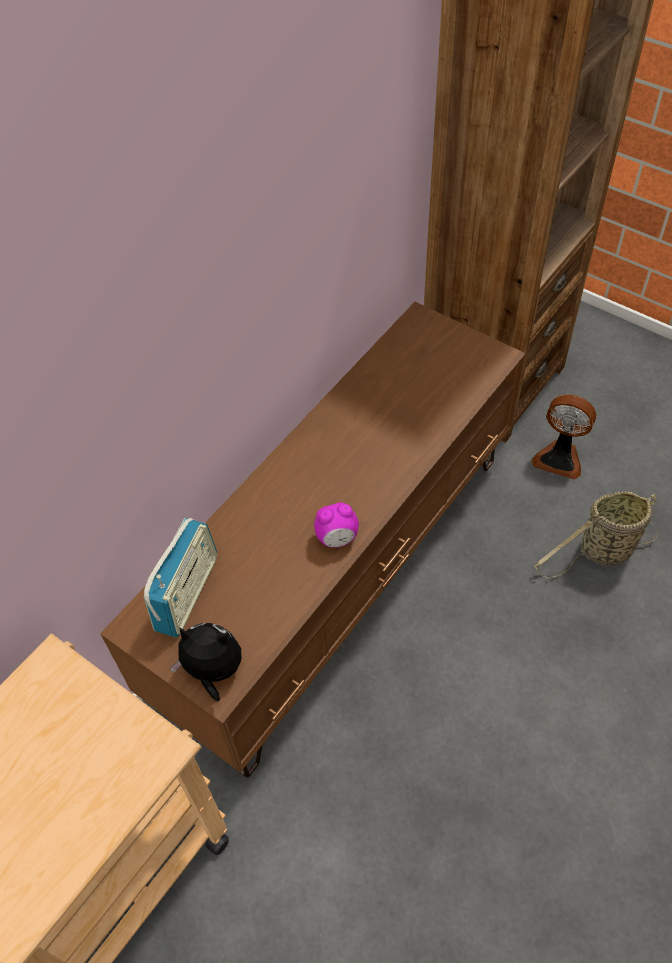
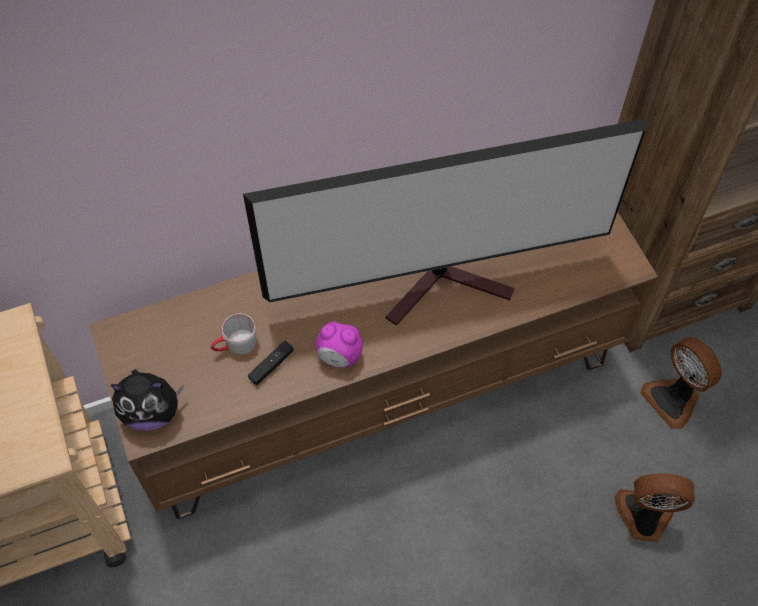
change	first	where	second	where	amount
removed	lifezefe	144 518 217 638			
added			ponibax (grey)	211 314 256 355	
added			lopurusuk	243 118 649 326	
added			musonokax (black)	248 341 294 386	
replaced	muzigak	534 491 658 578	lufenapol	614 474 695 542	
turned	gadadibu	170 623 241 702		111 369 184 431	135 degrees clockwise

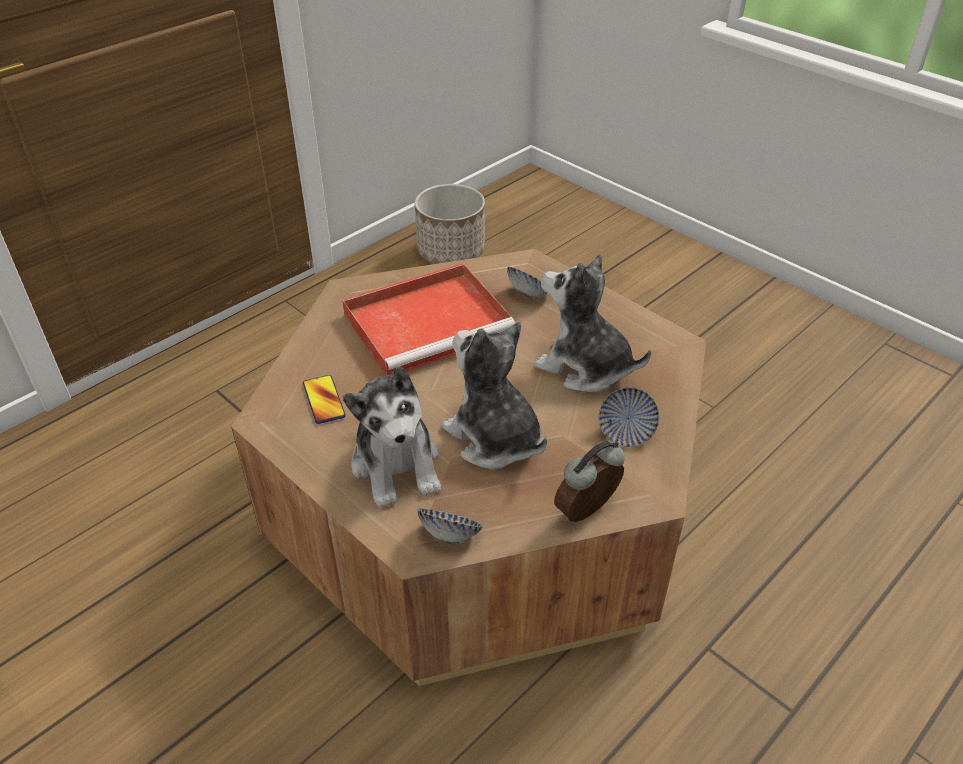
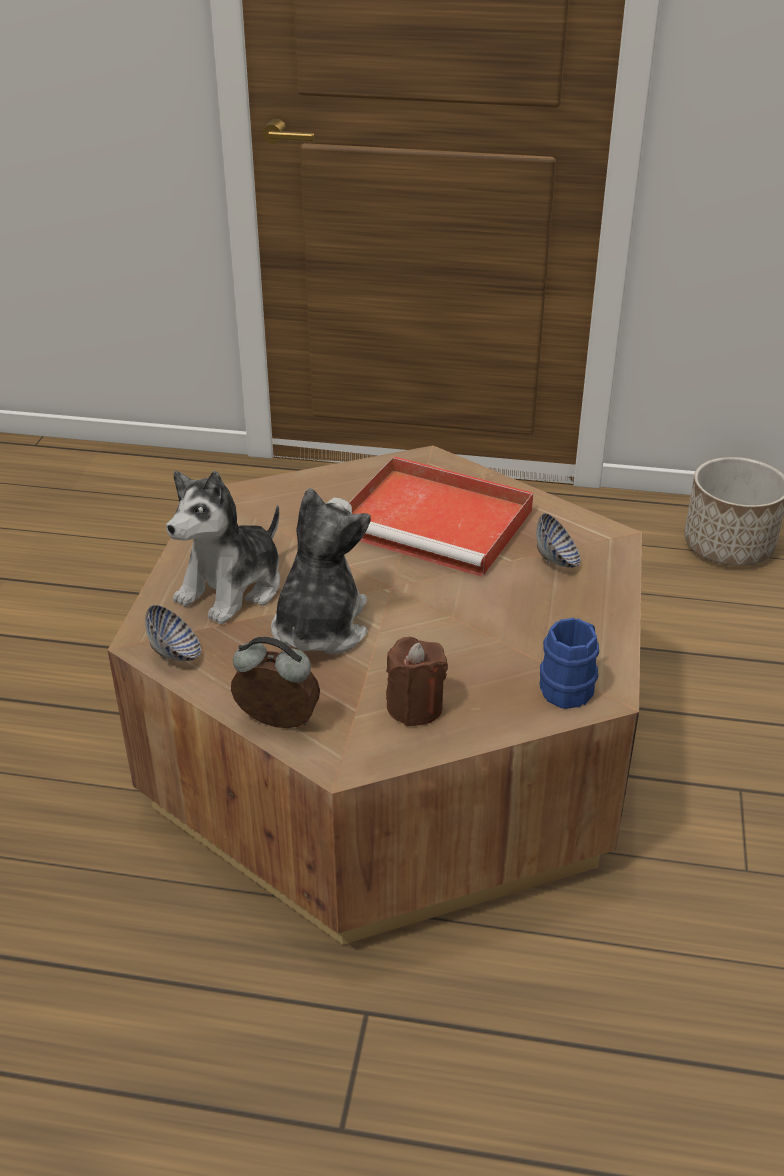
change	first	where	second	where	amount
removed	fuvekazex	303 375 346 424			
removed	gadadibu	534 254 651 393			
added			ponibax (blue)	540 618 599 709	
replaced	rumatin	598 387 659 447	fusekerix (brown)	386 637 448 726	

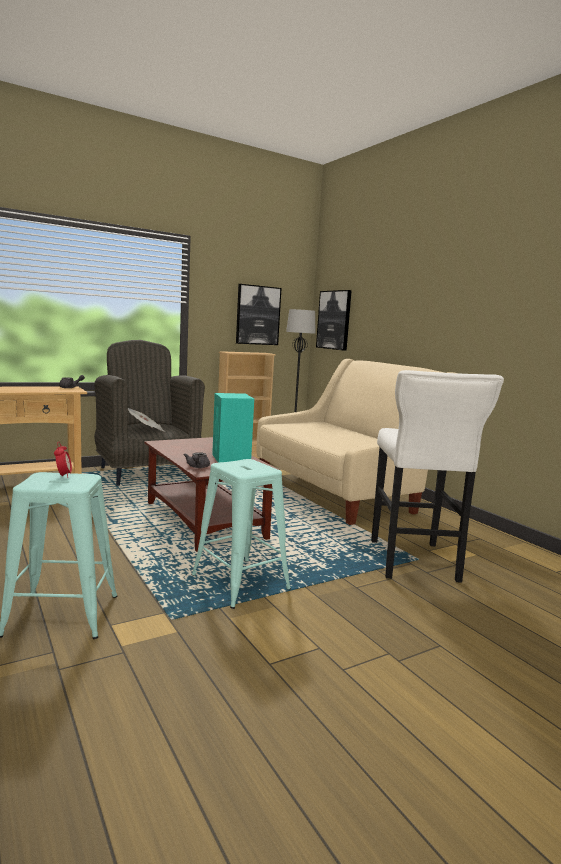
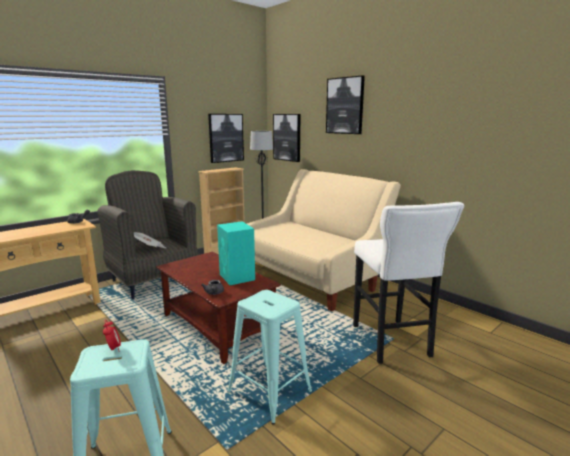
change	first	where	second	where	amount
added			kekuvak	326 75 365 134	

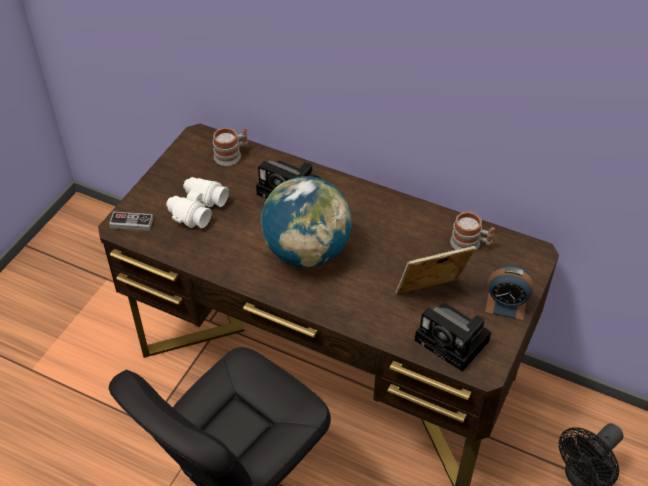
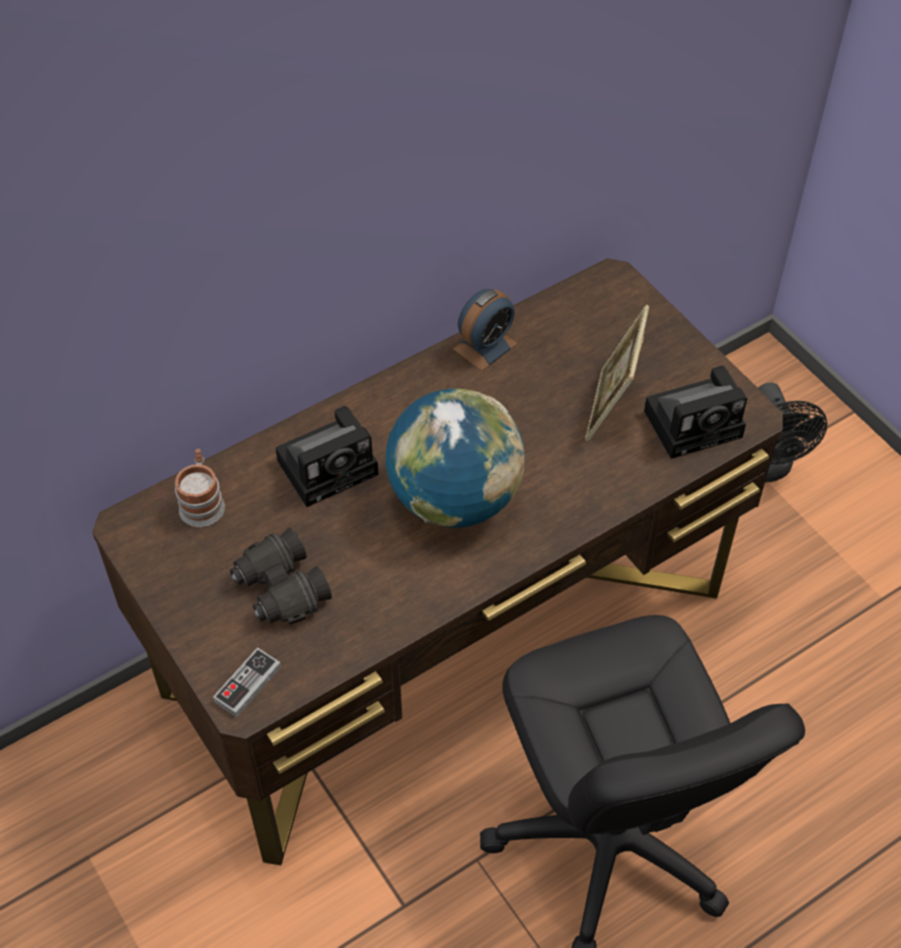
change	first	where	second	where	amount
removed	ponibax	450 212 495 251			
moved	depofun	485 265 534 320		453 289 518 371	
recoloured	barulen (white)	166 177 229 228	barulen (black)	230 528 332 625	

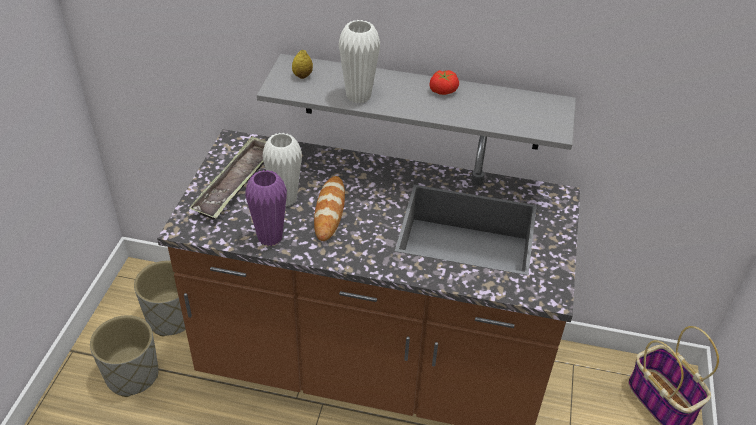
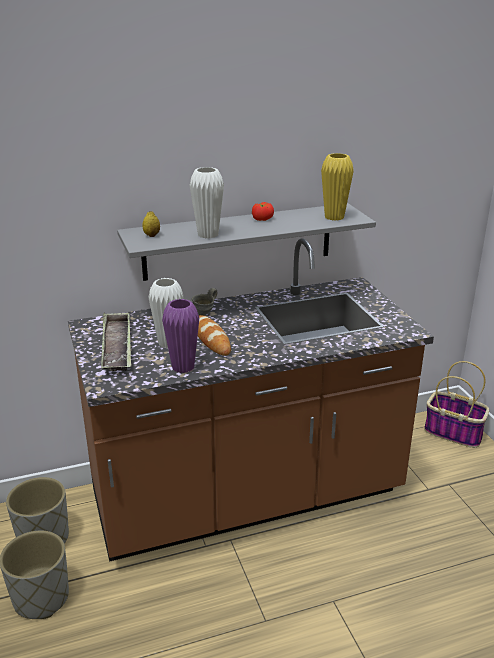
change	first	where	second	where	amount
added			ponibax (grey)	192 288 217 315	
added			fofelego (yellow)	321 153 354 221	

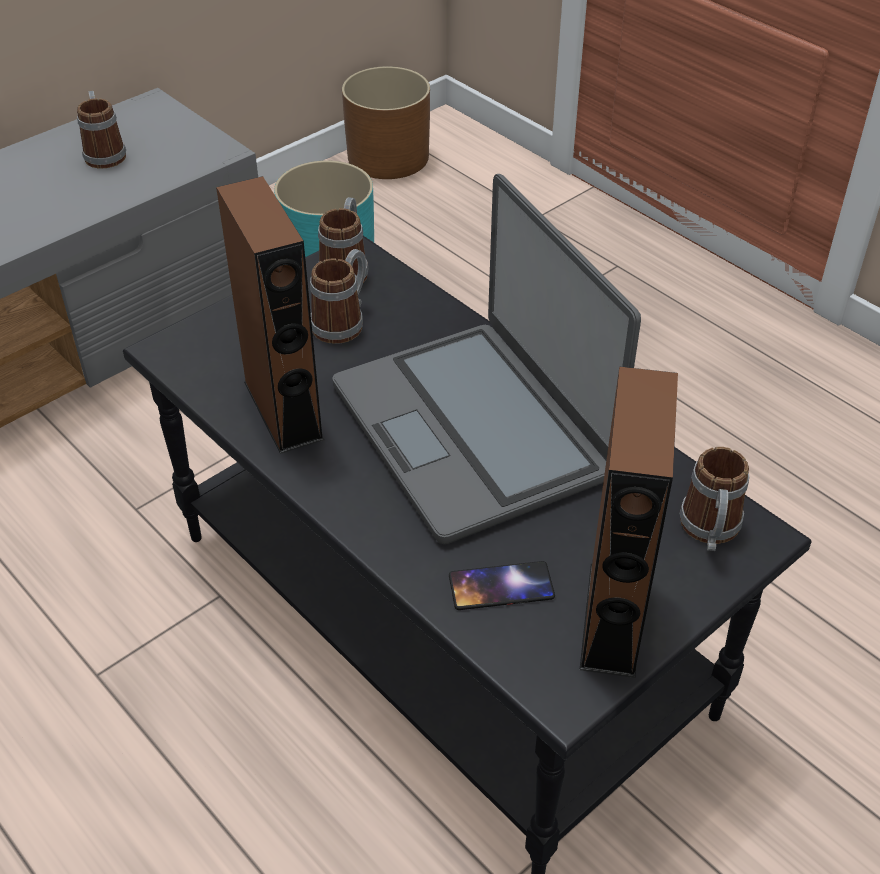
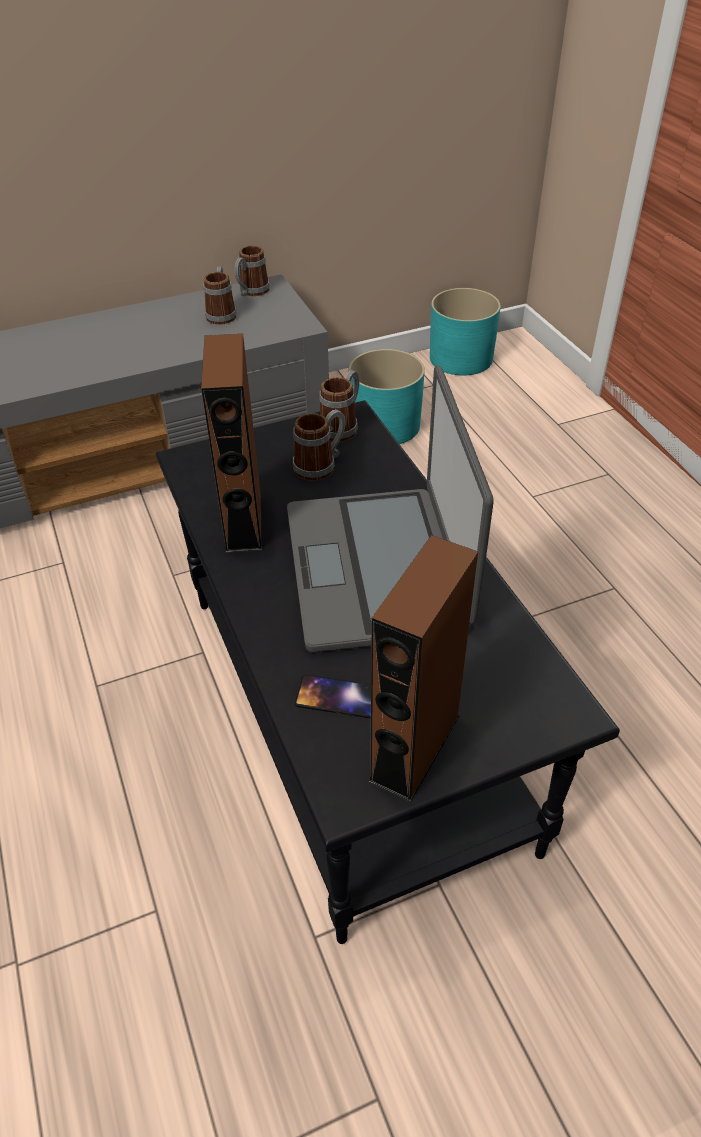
change	first	where	second	where	amount
moved	ponibax	679 447 750 551		235 246 270 297	
recoloured	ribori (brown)	342 66 430 179	ribori (turquoise)	430 288 501 376	

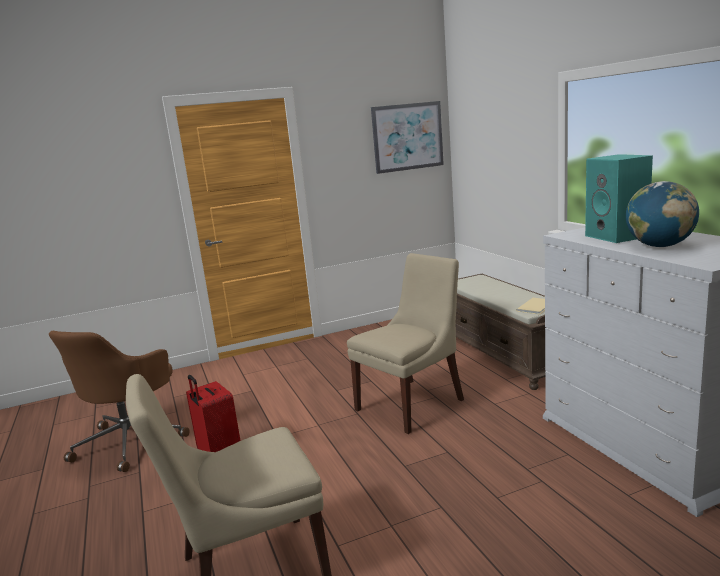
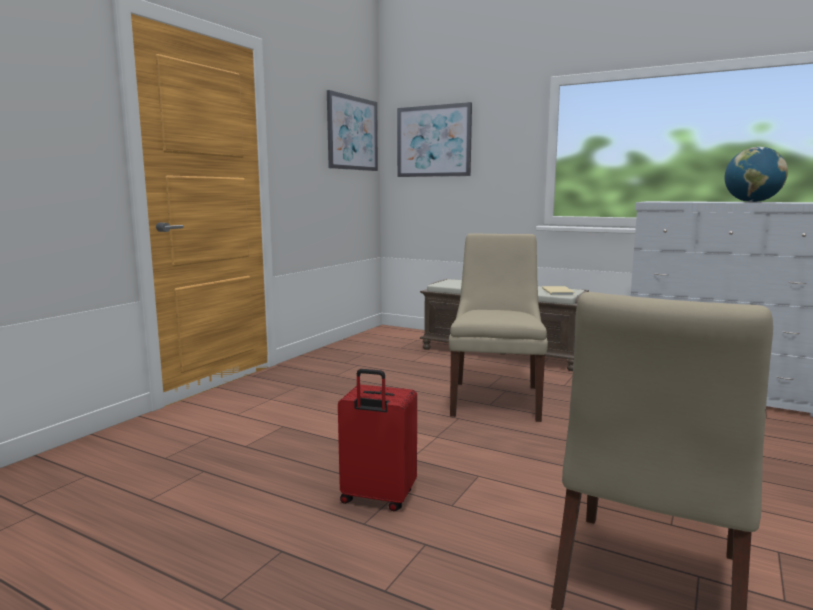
change	first	where	second	where	amount
removed	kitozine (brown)	49 331 190 472			
removed	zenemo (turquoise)	585 154 653 243			
added			kekuvak	397 102 472 177	

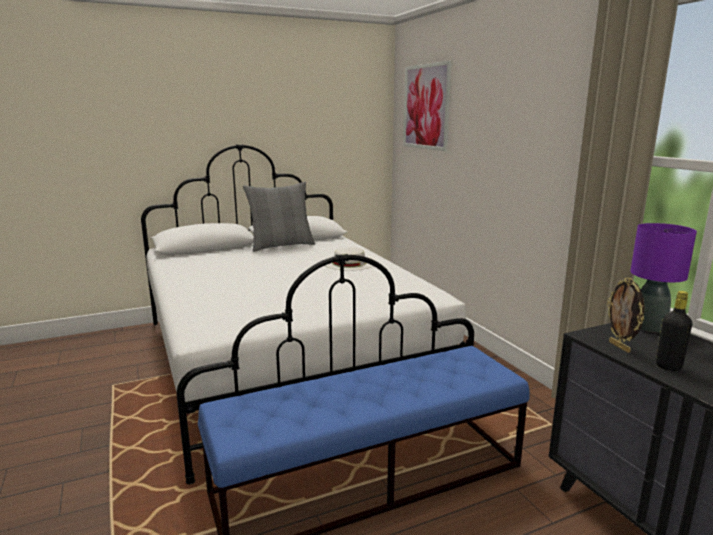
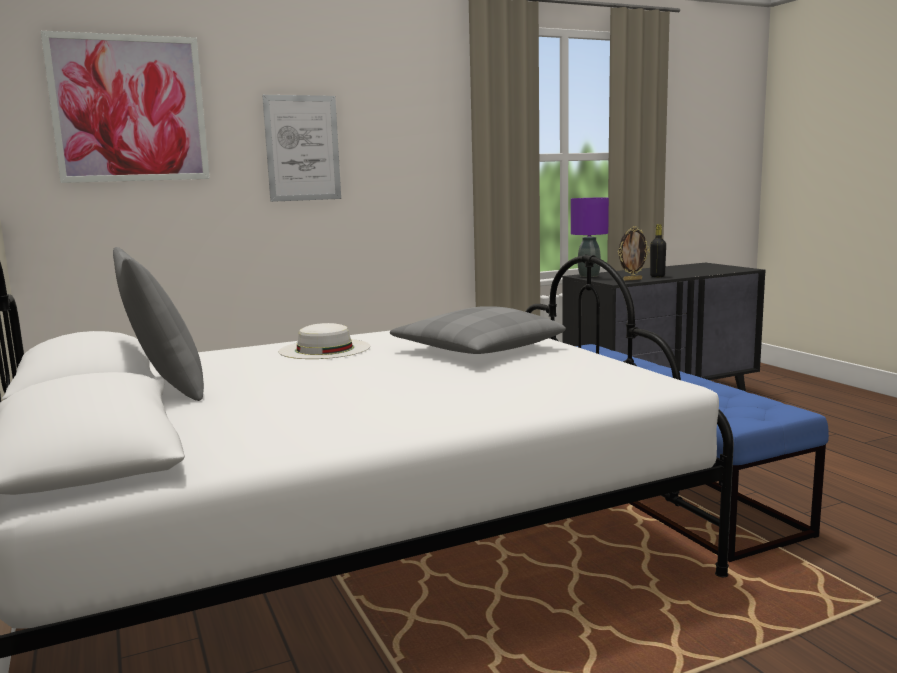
change	first	where	second	where	amount
added			kekuvak	262 95 341 202	
added			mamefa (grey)	390 306 566 354	

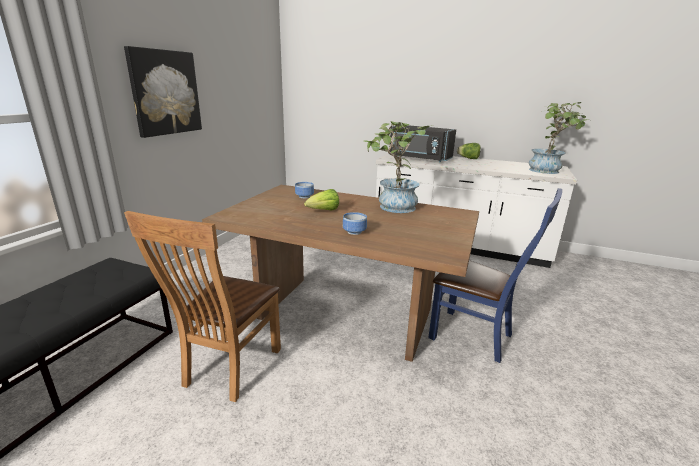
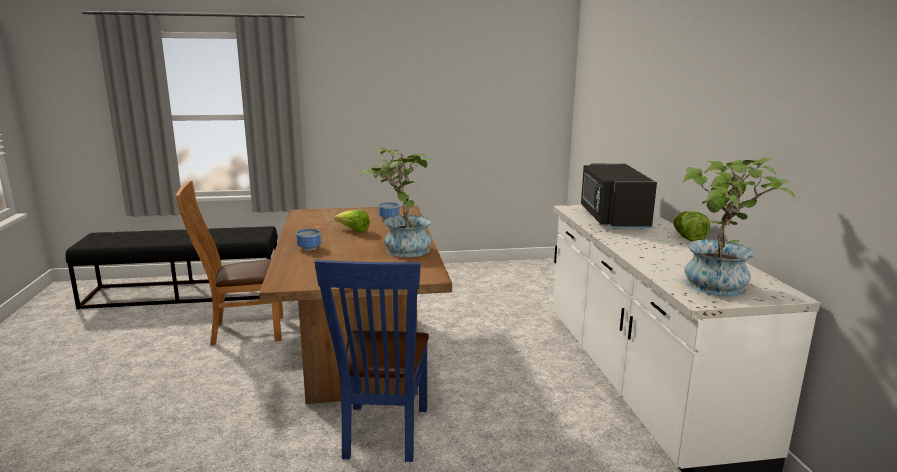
change	first	where	second	where	amount
removed	kekuvak	124 46 202 138			

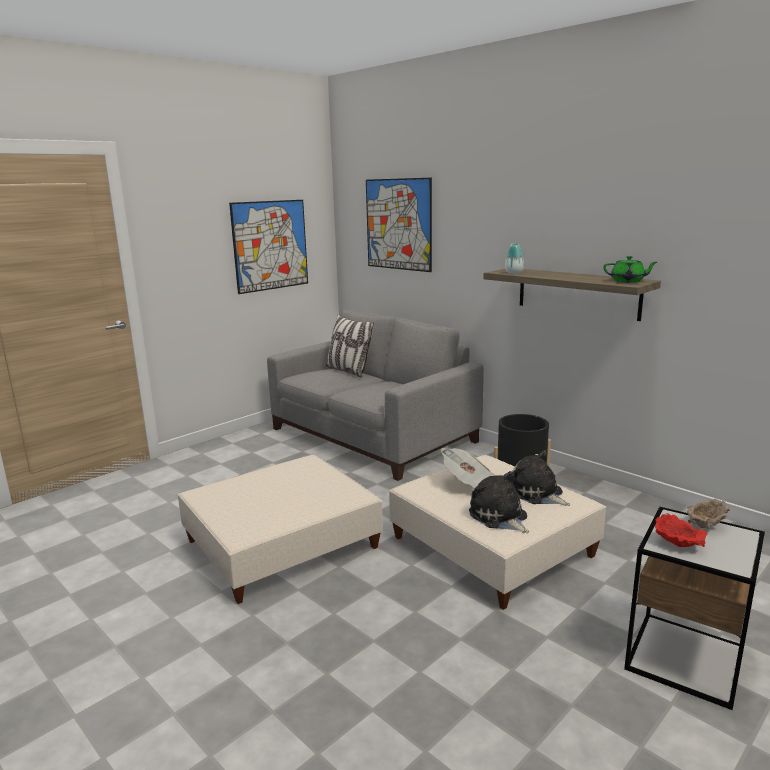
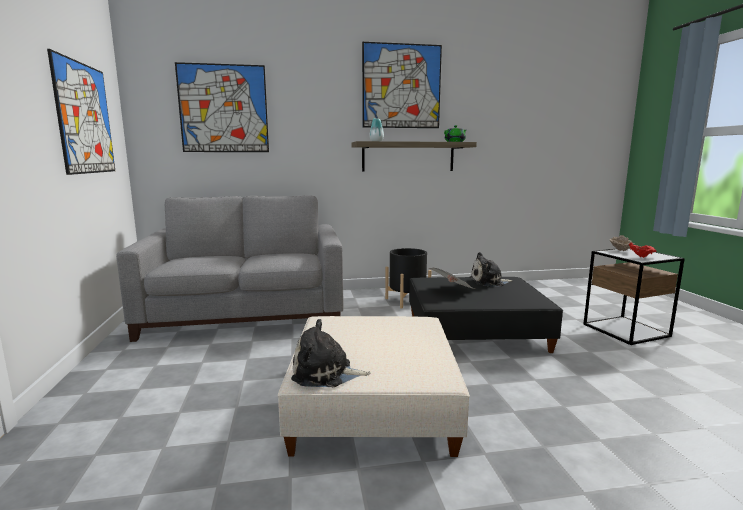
change	first	where	second	where	amount
removed	mamefa	325 314 374 378			
added			kekuvak	362 42 442 128	
moved	gadadibu	469 471 529 533		291 319 371 387	
recoloured	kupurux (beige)	389 455 607 610	kupurux (black)	409 277 563 353	

